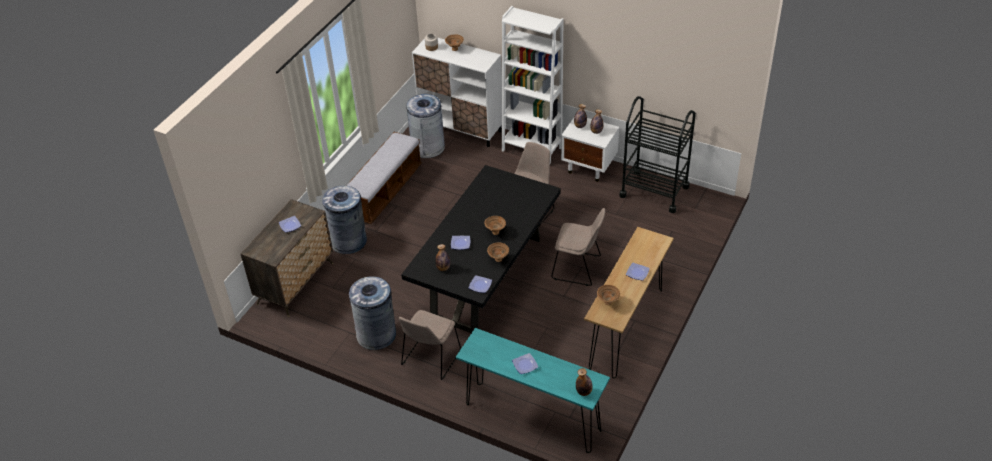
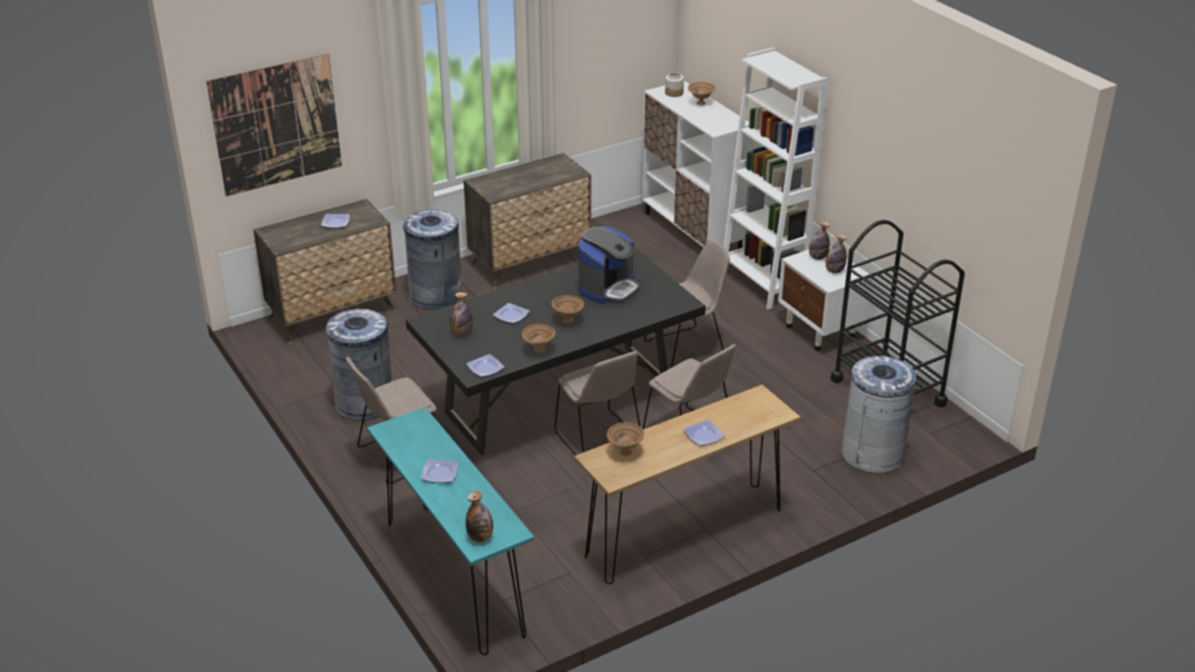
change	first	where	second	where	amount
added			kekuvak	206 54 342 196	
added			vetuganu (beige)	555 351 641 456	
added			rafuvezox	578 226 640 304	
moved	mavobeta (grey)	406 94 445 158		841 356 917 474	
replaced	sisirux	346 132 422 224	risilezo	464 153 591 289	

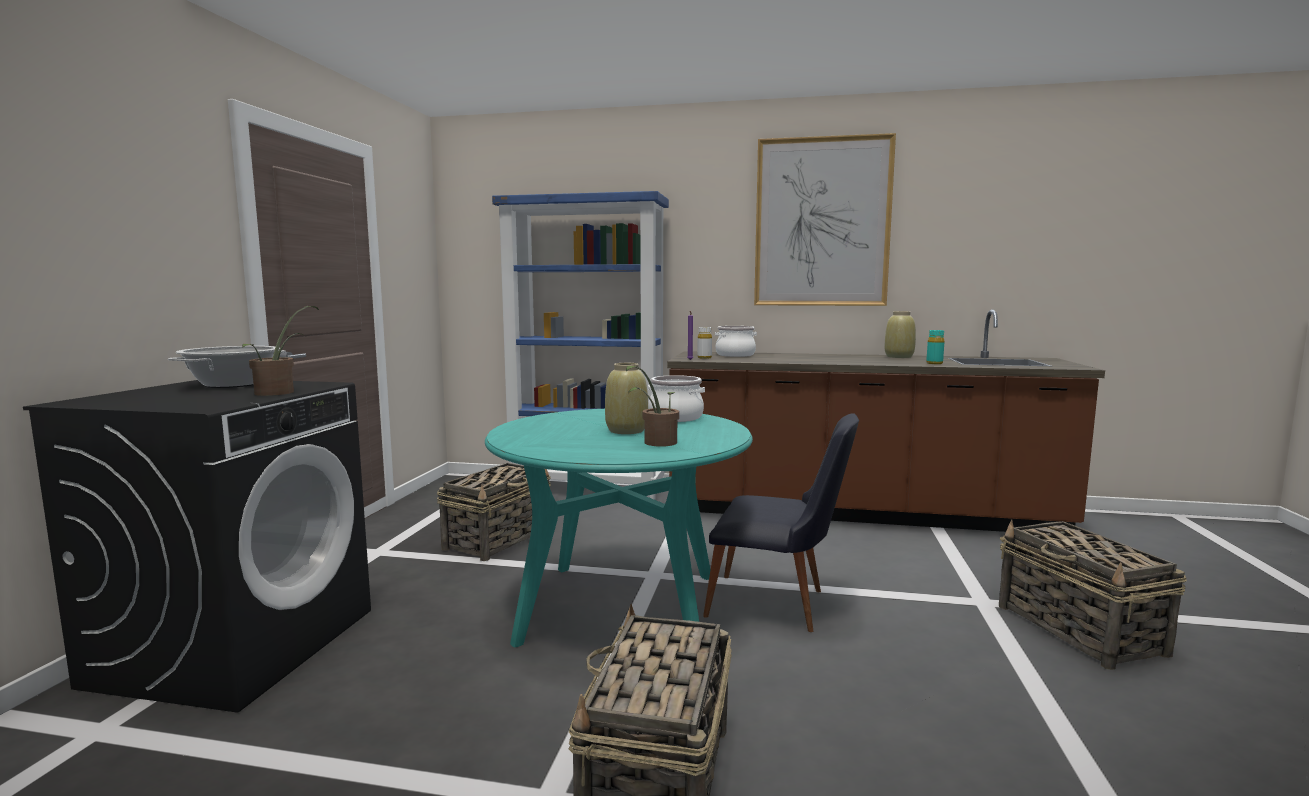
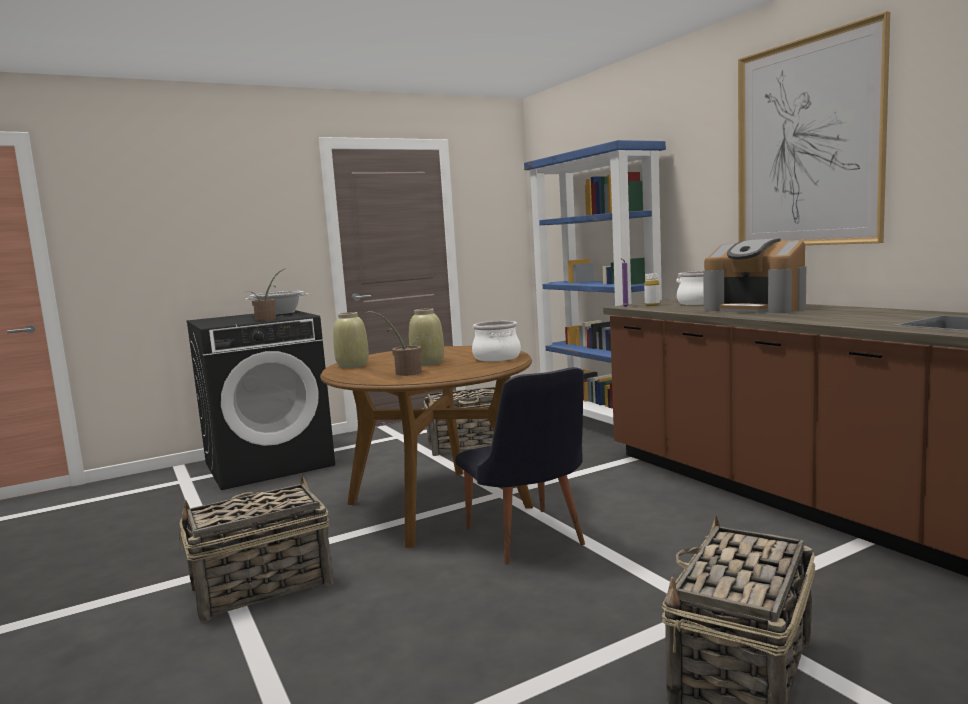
change	first	where	second	where	amount
removed	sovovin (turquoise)	926 330 944 364			
added			rafuvezox	703 238 806 313	
moved	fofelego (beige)	885 311 916 358		333 312 369 368	
recoloured	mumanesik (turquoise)	485 409 753 648	mumanesik (brown)	320 346 534 548	

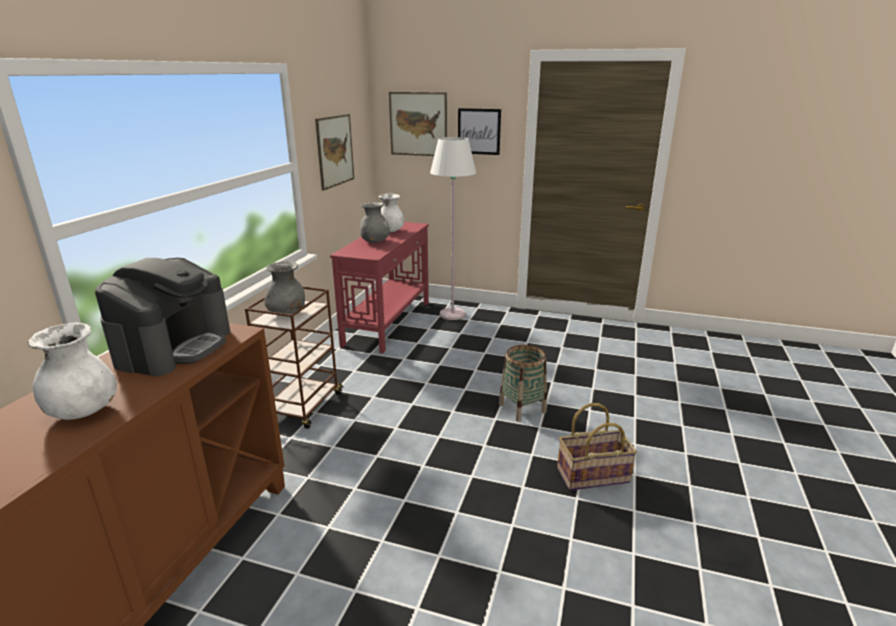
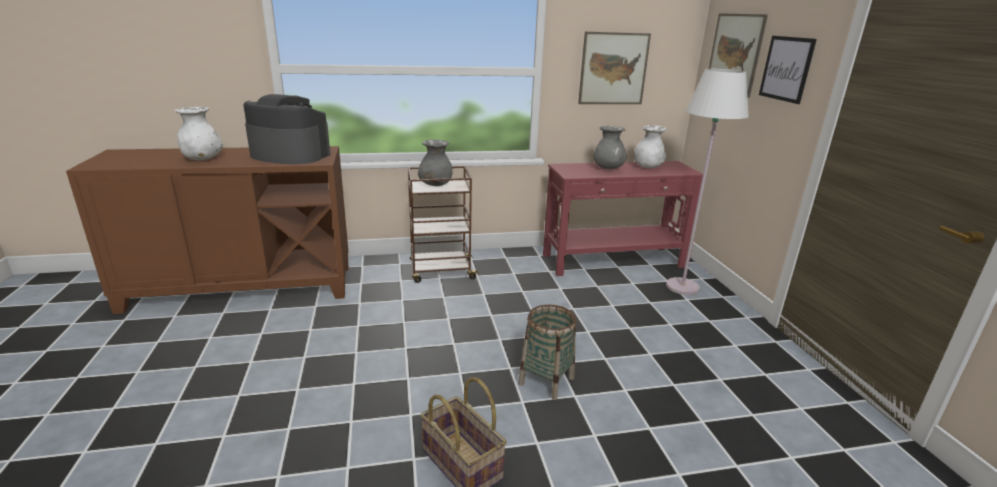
change	first	where	second	where	amount
turned	rafuvezox	95 258 230 376		243 94 330 164	150 degrees counterclockwise

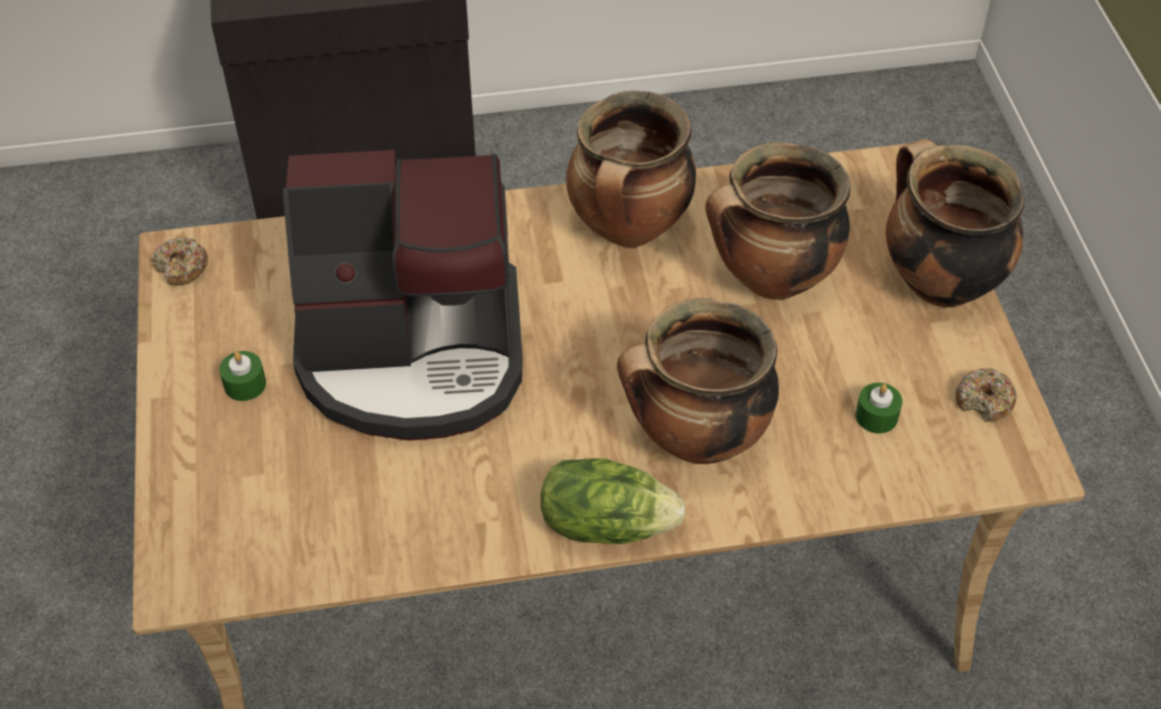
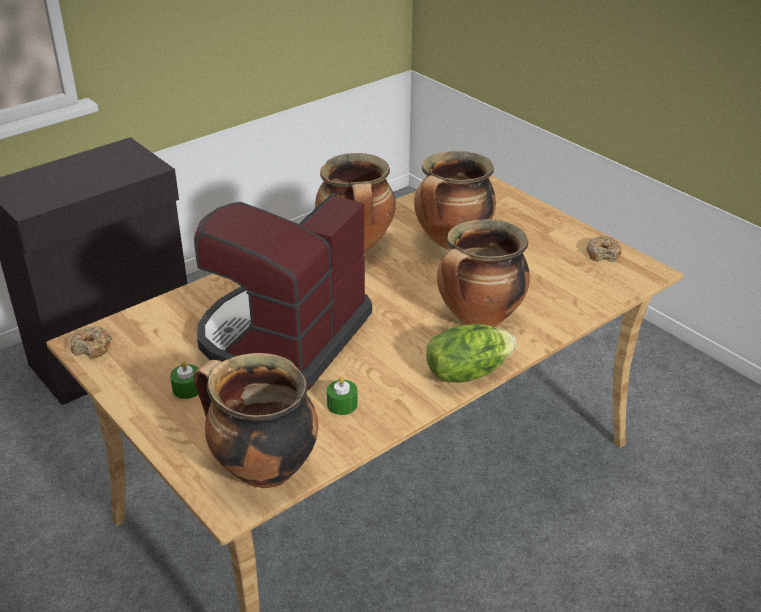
change	first	where	second	where	amount
moved	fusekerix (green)	855 383 902 433		327 376 358 415	
moved	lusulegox	886 139 1024 308		194 353 318 488	
turned	rafuvezox	283 150 523 441		194 193 372 390	150 degrees clockwise

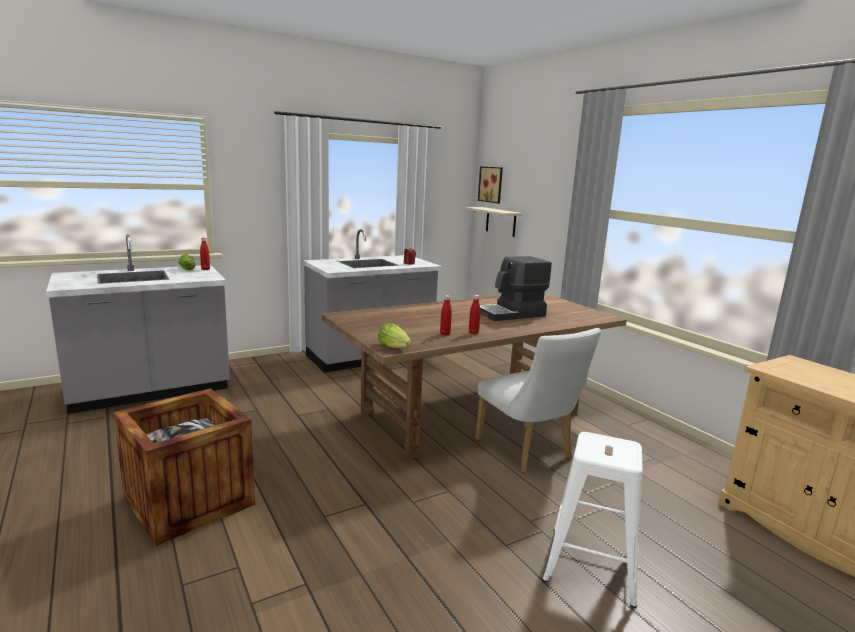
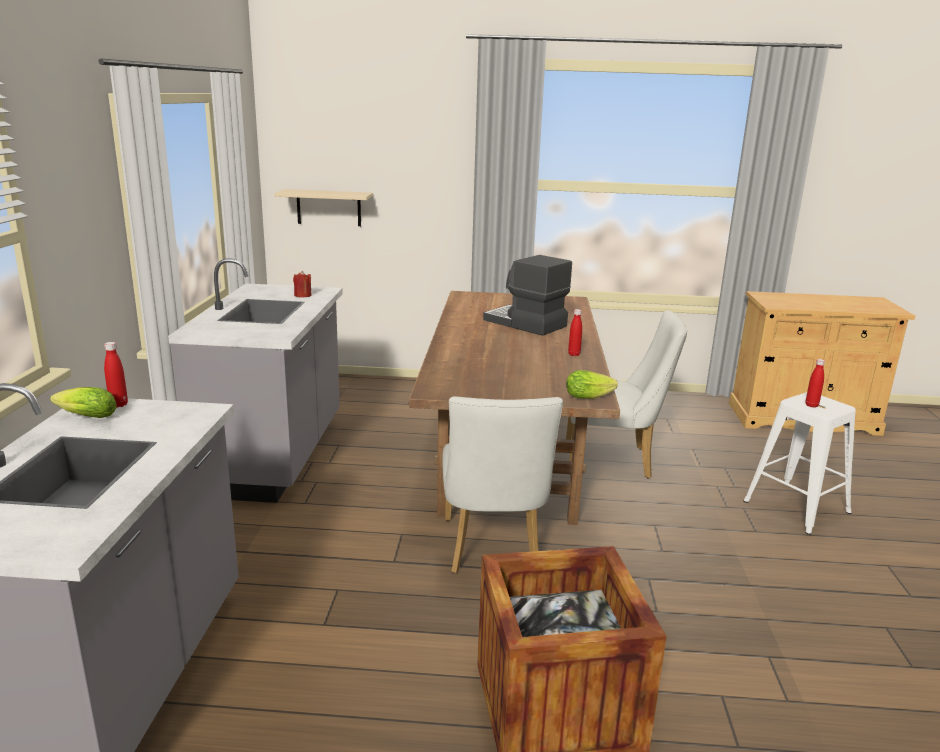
change	first	where	second	where	amount
removed	kekuvak	478 166 503 203			
added			vetuganu (white)	442 396 563 573	
moved	sovovin (red)	440 295 452 335		805 359 825 408	
turned	rafuvezox	480 256 552 321		483 255 572 336	120 degrees clockwise

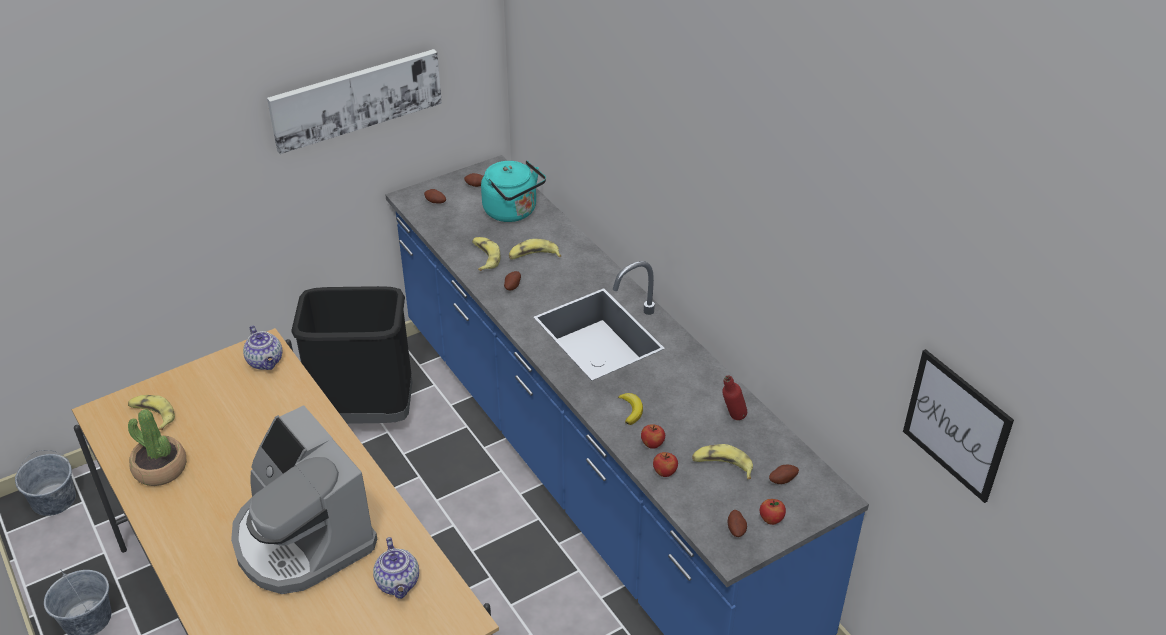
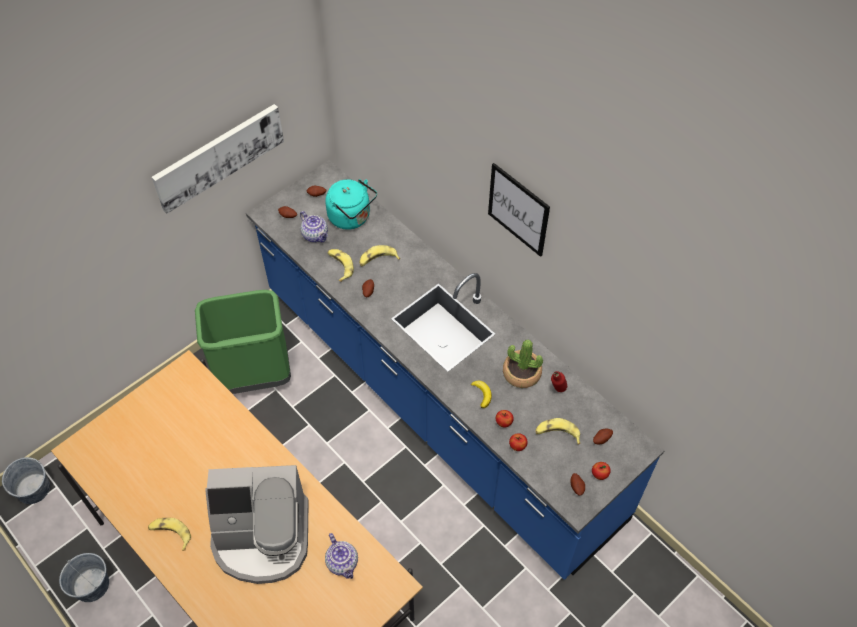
change	first	where	second	where	amount
moved	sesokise	128 395 175 430		148 518 191 551	
moved	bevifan	128 409 187 486		503 340 543 388	
moved	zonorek	243 325 282 370		300 211 328 242	
moved	kekuvak	903 349 1014 503		488 163 550 257	
recoloured	mavobeta (black)	291 286 412 424	mavobeta (green)	195 290 291 394	
turned	rafuvezox	231 405 377 594		205 465 309 584	45 degrees counterclockwise

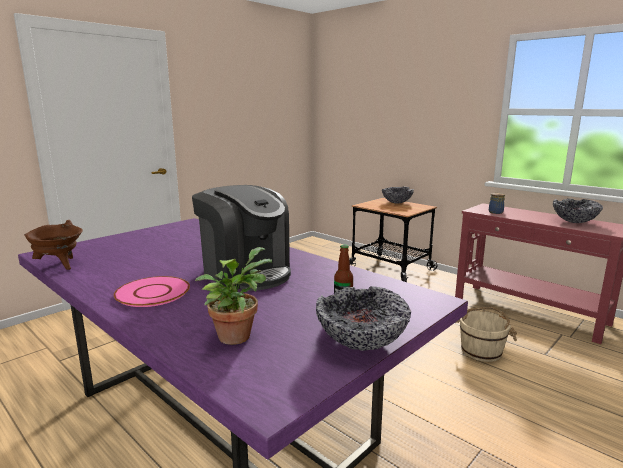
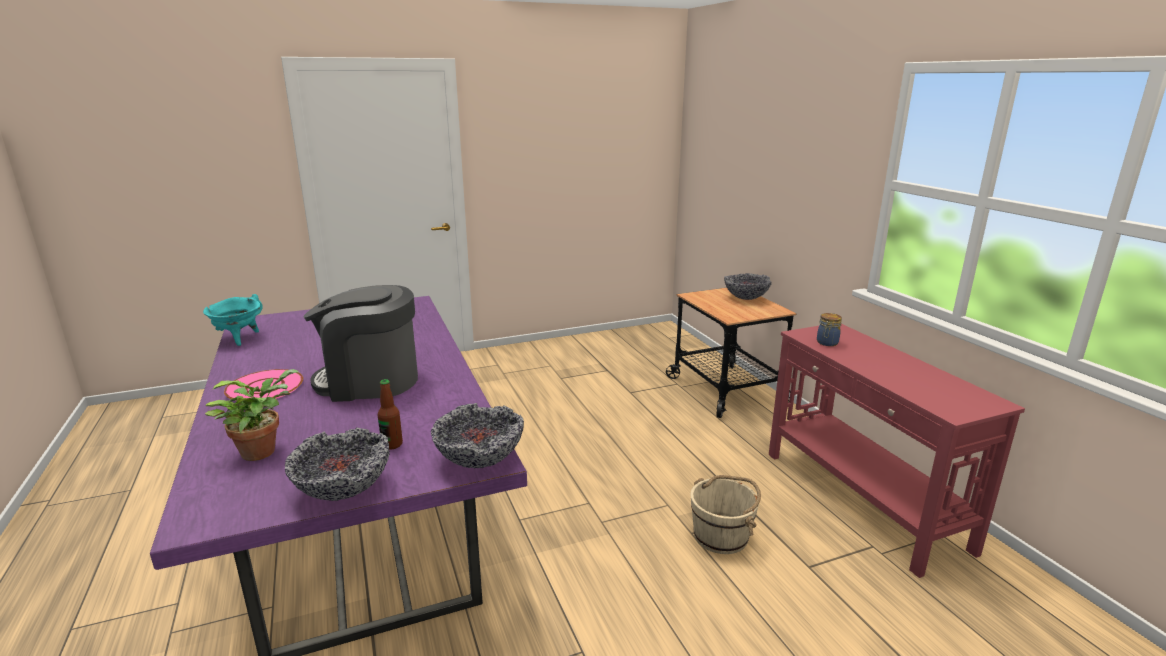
change	first	where	second	where	amount
moved	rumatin	553 199 603 223		431 403 524 468	
recoloured	lusulegox (brown)	24 220 83 270	lusulegox (turquoise)	203 294 263 346	
turned	rafuvezox	192 185 291 291		303 285 418 402	105 degrees clockwise

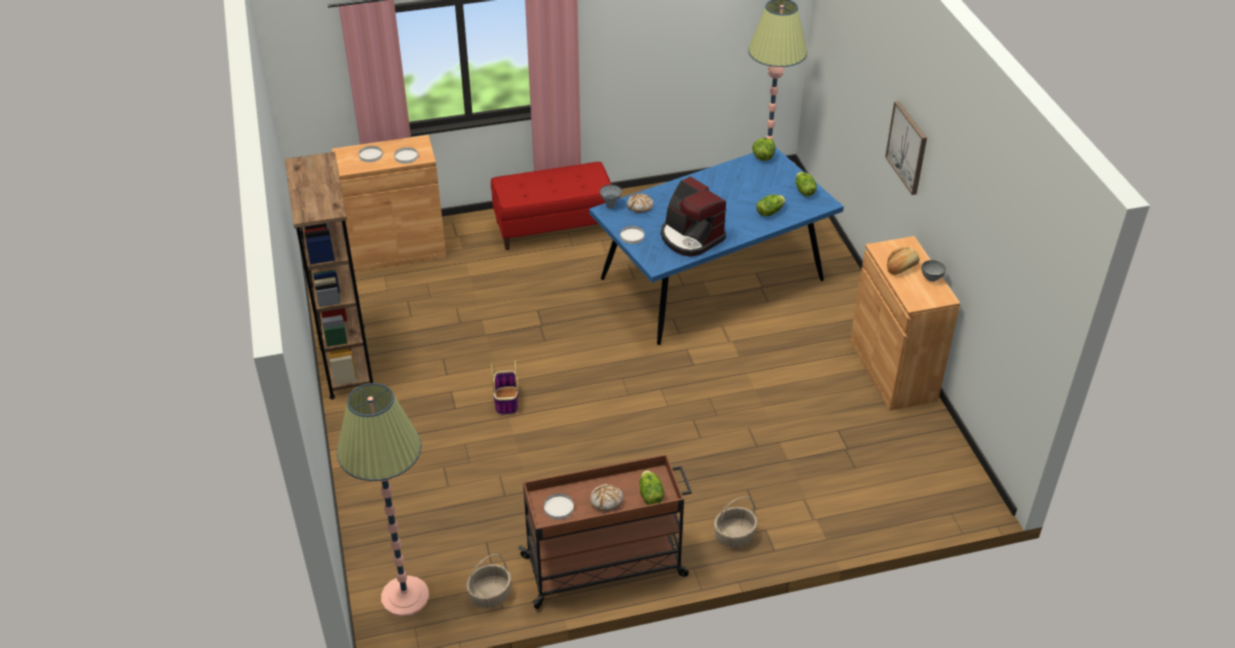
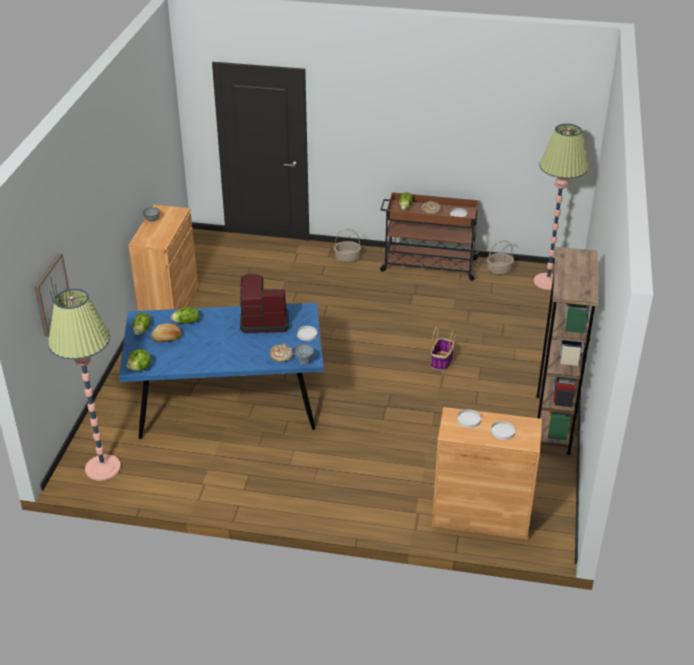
change	first	where	second	where	amount
removed	sisirux (red)	491 162 612 250			
moved	kekuvak	885 101 927 195		34 253 69 337	
moved	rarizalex	887 247 920 275		151 323 182 342	
turned	rafuvezox	661 176 727 256		240 274 289 333	75 degrees counterclockwise

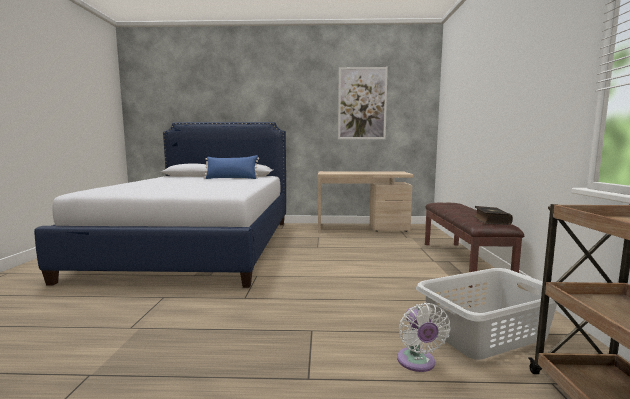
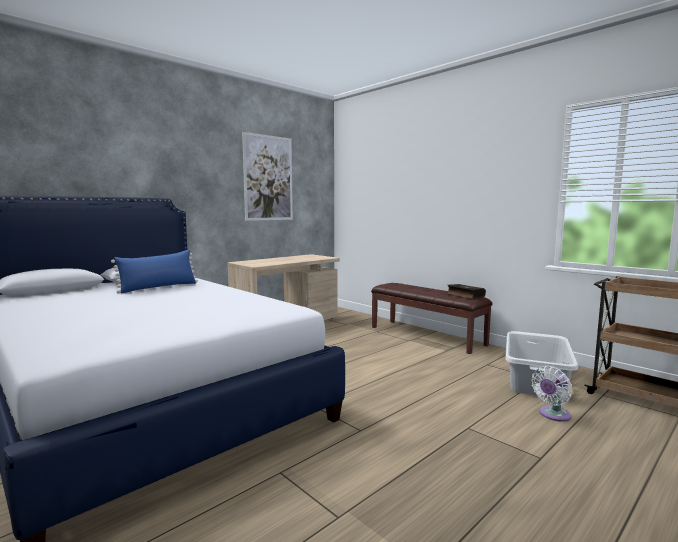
change	first	where	second	where	amount
turned	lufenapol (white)	397 303 451 372		531 366 572 422	105 degrees clockwise

